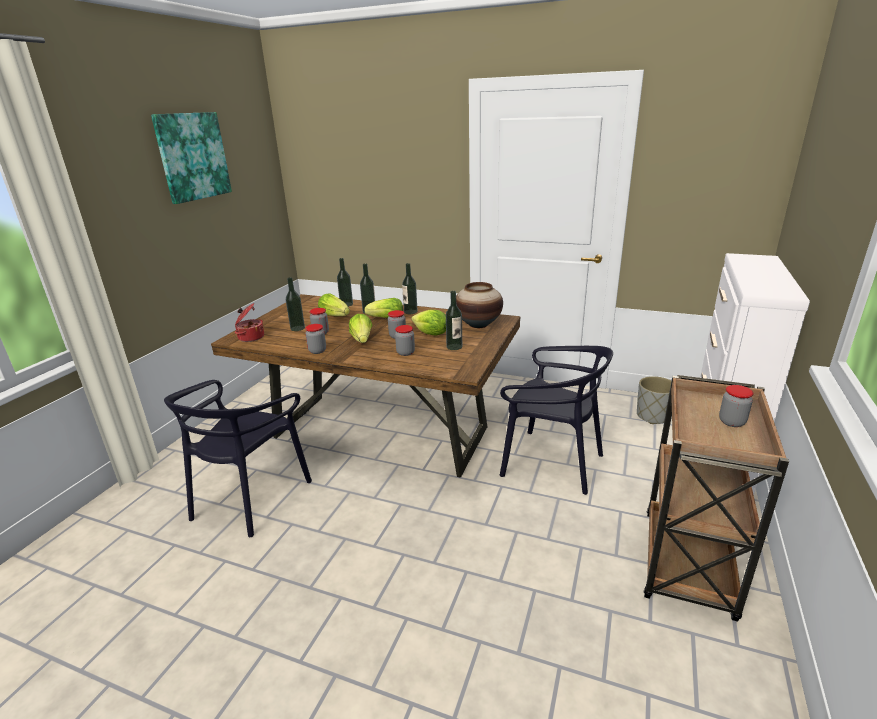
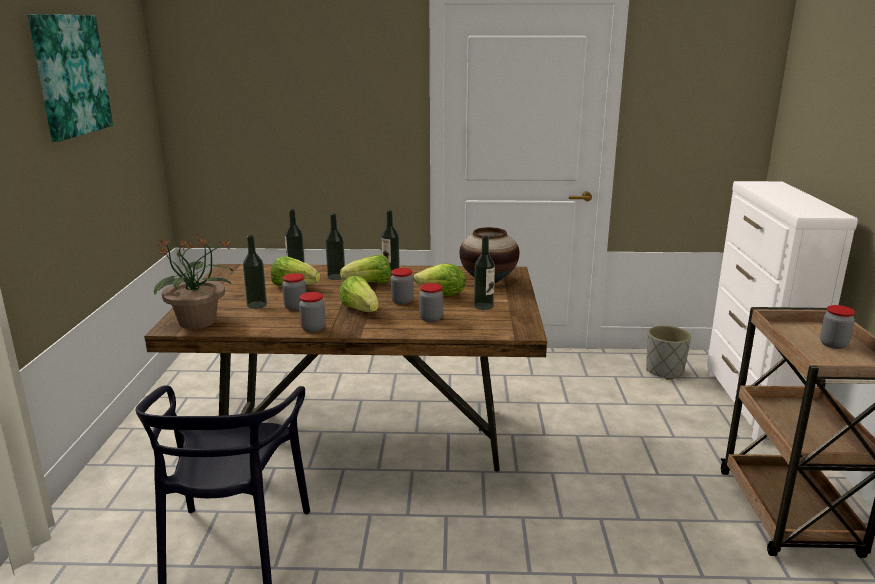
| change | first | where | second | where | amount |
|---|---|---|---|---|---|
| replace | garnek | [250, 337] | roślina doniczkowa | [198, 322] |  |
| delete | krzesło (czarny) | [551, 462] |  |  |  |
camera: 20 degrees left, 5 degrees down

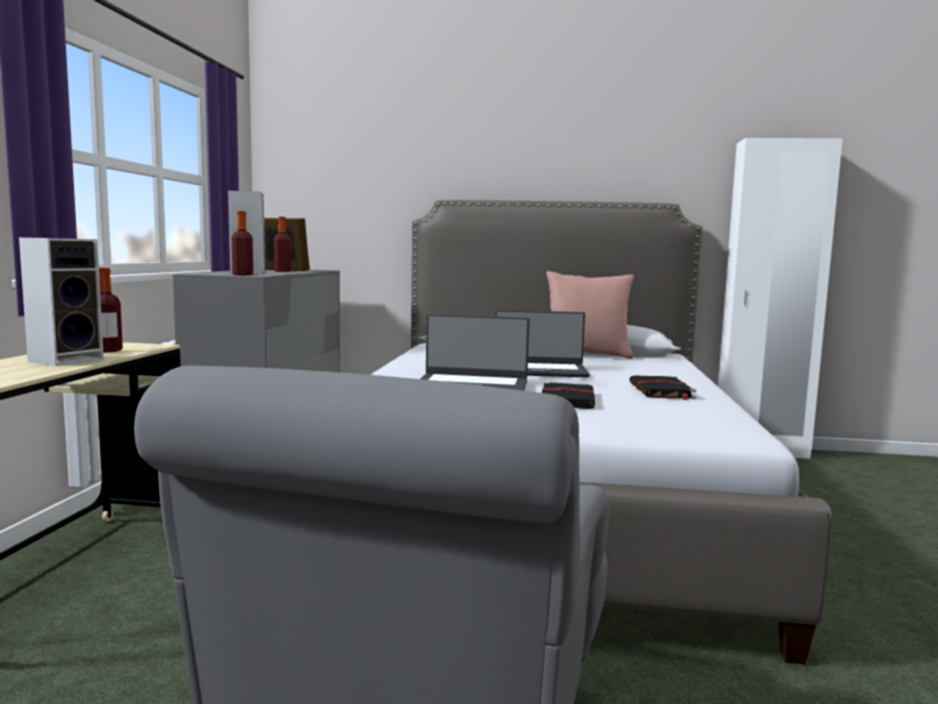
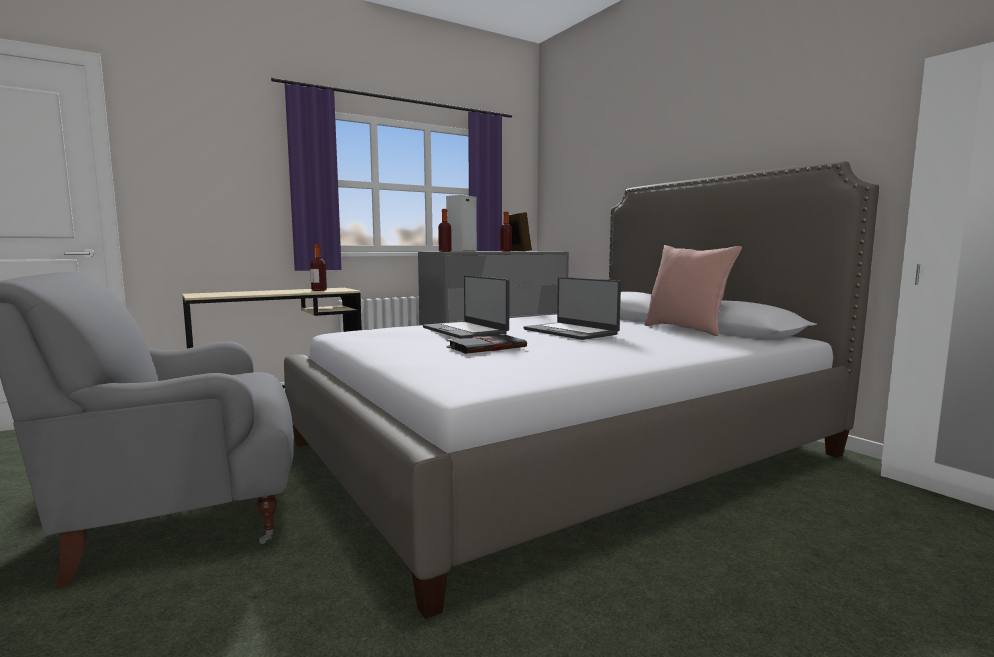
| change | first | where | second | where | amount |
|---|---|---|---|---|---|
| delete | głośnik | [67, 360] |  |  |  |
| delete | książka (czarny) | [661, 391] |  |  |  |
camera: 50 degrees right, 0 degrees up

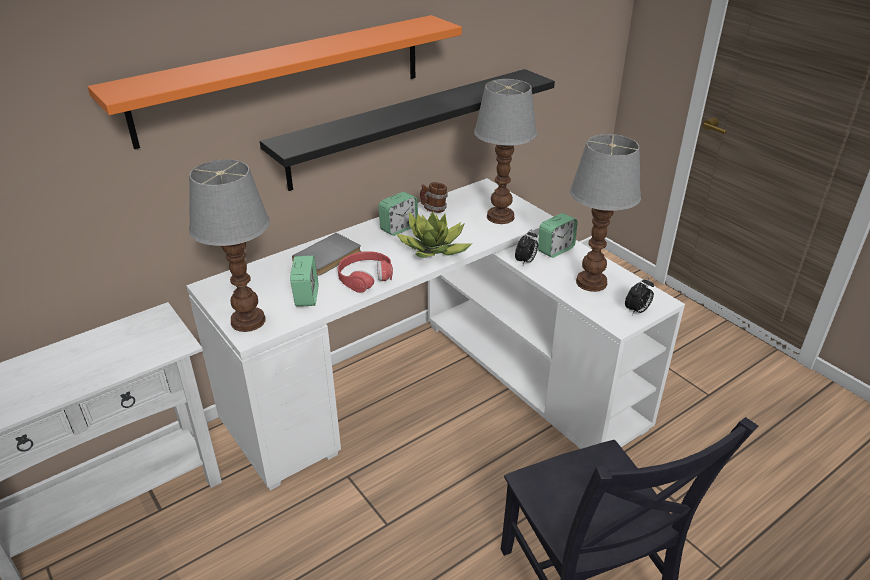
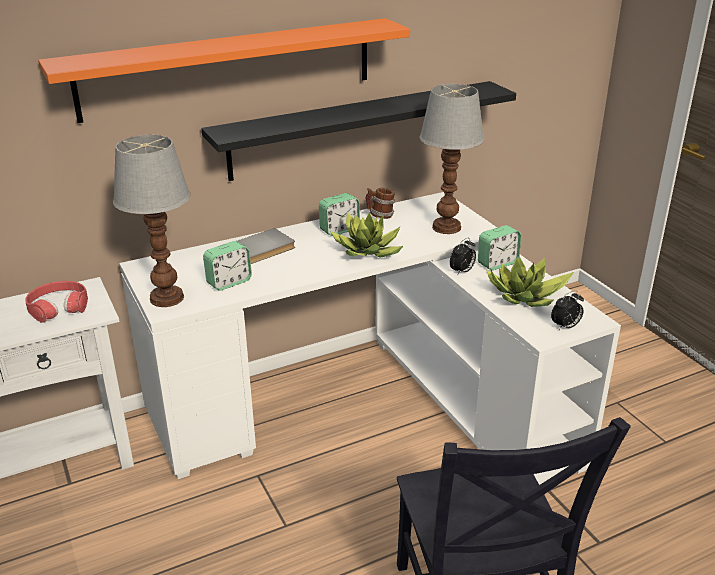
| change | first | where | second | where | amount |
|---|---|---|---|---|---|
| replace | lampa stołowa | [592, 283] | roślina doniczkowa | [526, 297] |  |
| move | słuchawki (czerwony) | [365, 277] |  | [58, 307] |  |
| rotate | budzik | [306, 296] |  | [229, 282] | 45 degrees clockwise |
camera: 10 degrees right, 5 degrees down

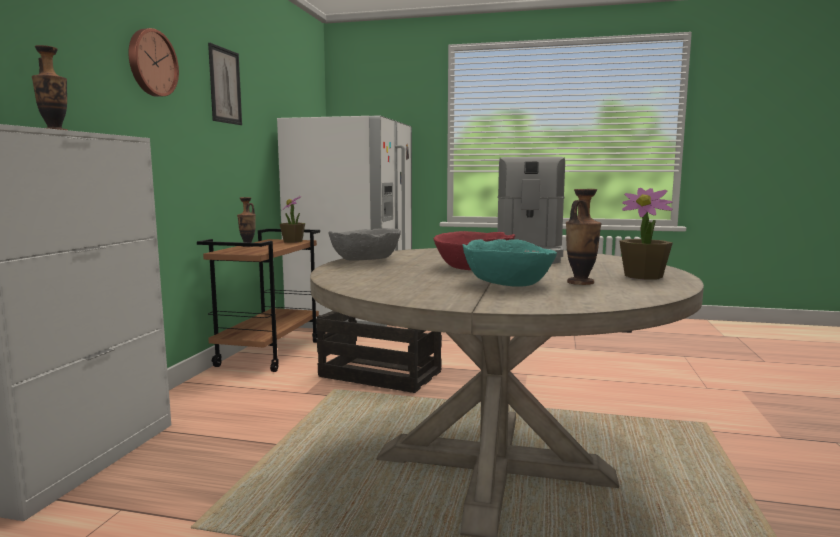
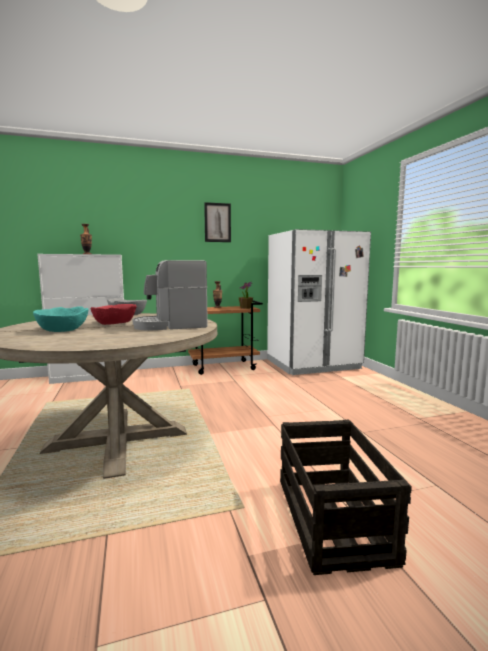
| change | first | where | second | where | amount |
|---|---|---|---|---|---|
| delete | zegar ścienny | [151, 63] |  |  |  |
| delete | roślina doniczkowa | [643, 276] |  |  |  |
| delete | wazon | [580, 282] |  |  |  |
| move | skrzynka | [381, 374] |  | [333, 519] |  |
camera: 60 degrees right, 0 degrees up

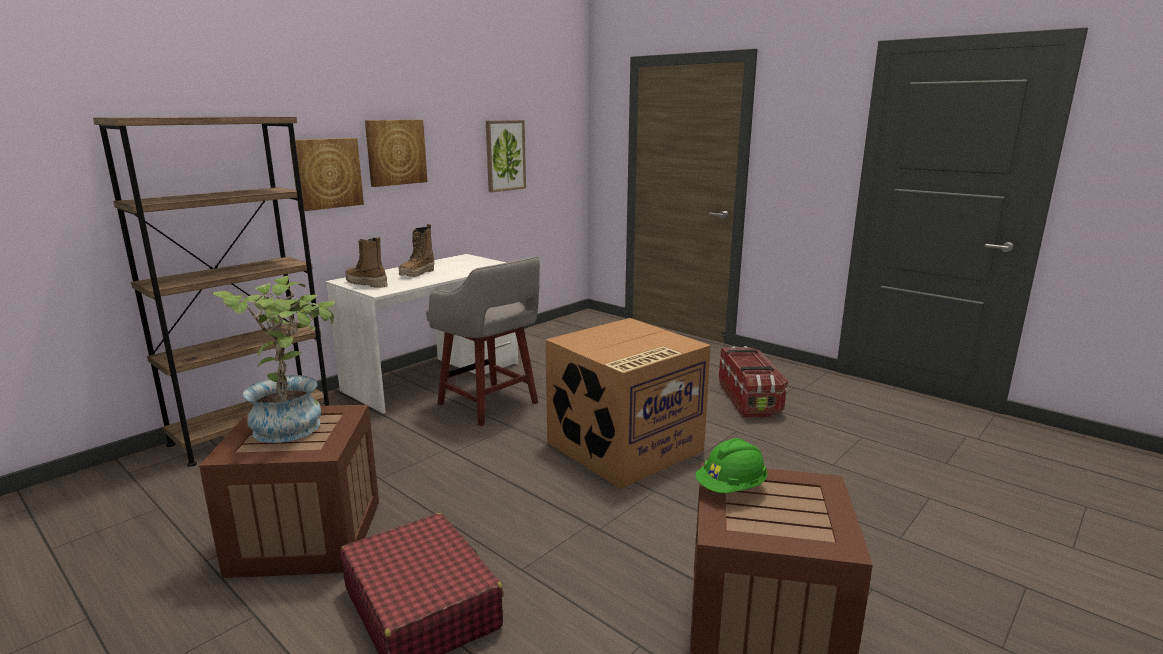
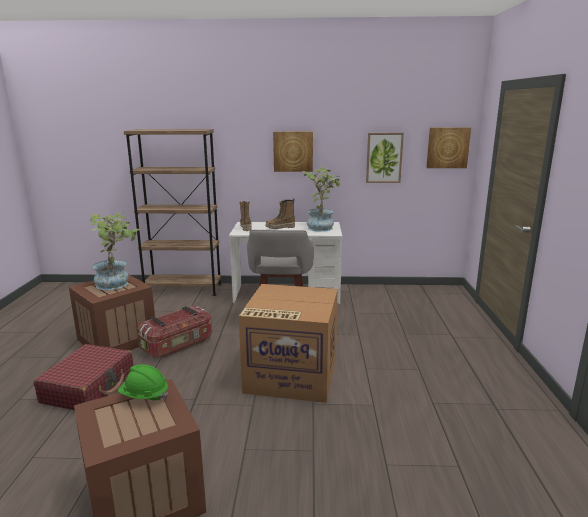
| change | first | where | second | where | amount |
|---|---|---|---|---|---|
| move | obraz | [326, 173] |  | [447, 147] |  |
| move | pojemnik do przechowywania | [749, 399] |  | [178, 345] |  |
| insert |  |  | roślina doniczkowa | [321, 227] |  |
camera: 50 degrees right, 0 degrees up

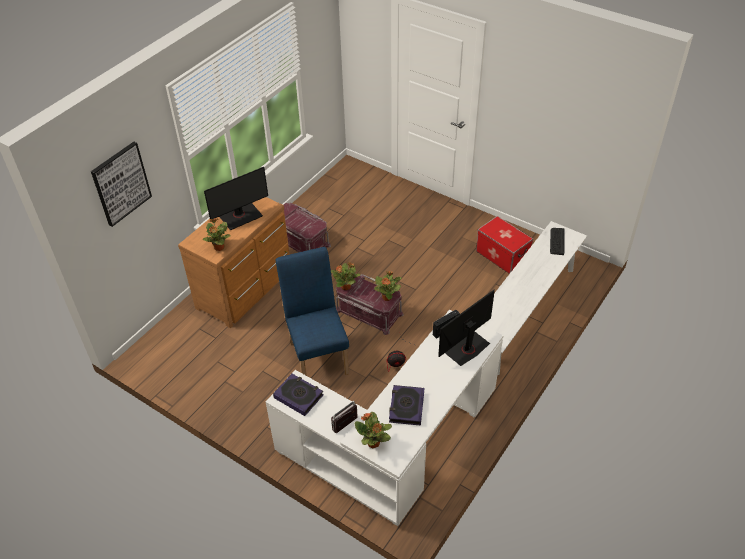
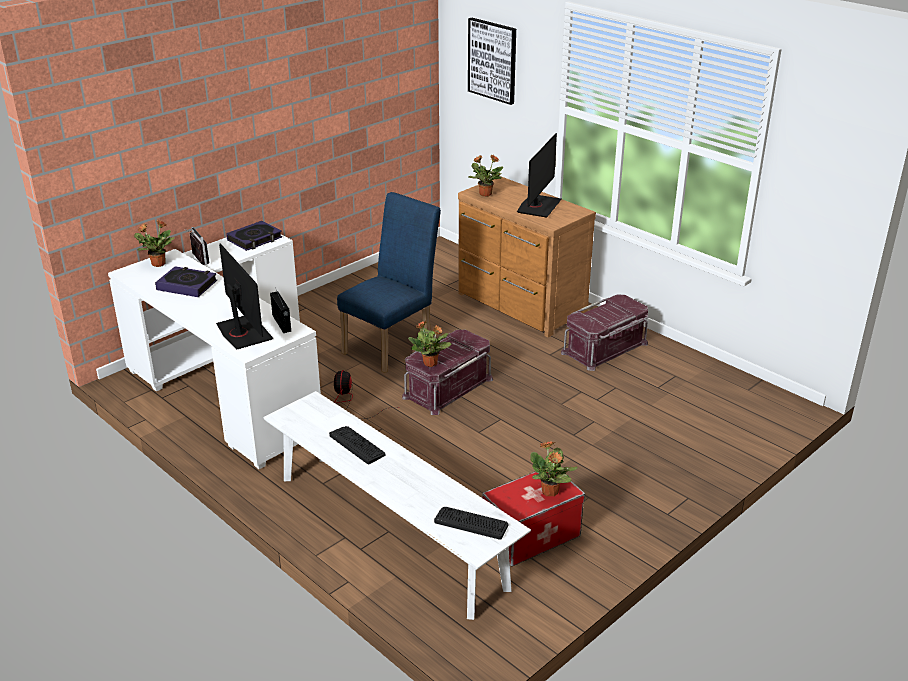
| change | first | where | second | where | amount |
|---|---|---|---|---|---|
| rotate | monitor | [240, 216] |  | [538, 206] | 135 degrees counterclockwise |
| rotate | krzesło (niebieski) | [318, 353] |  | [392, 345] | 45 degrees counterclockwise |
| move | roślina doniczkowa | [346, 287] |  | [550, 492] |  |
| insert |  |  | klawiatura | [357, 445] |  |
camera: 100 degrees right, 15 degrees down

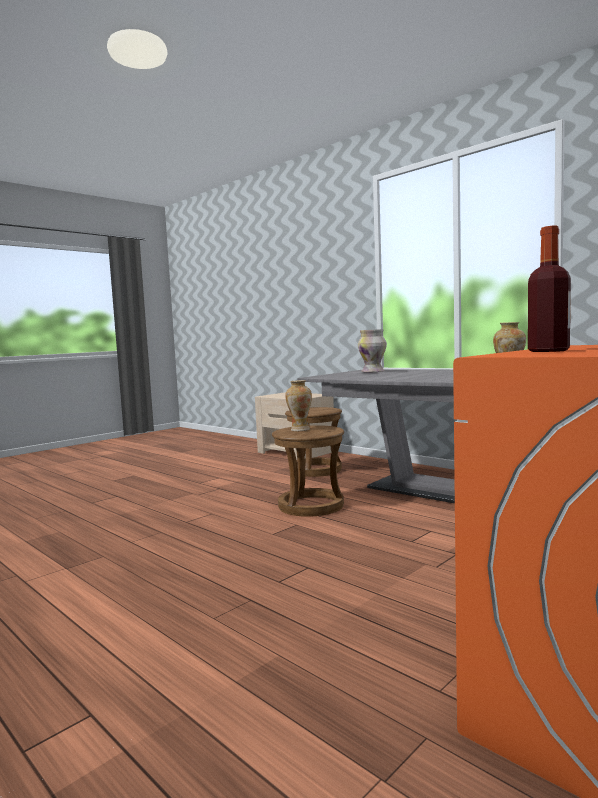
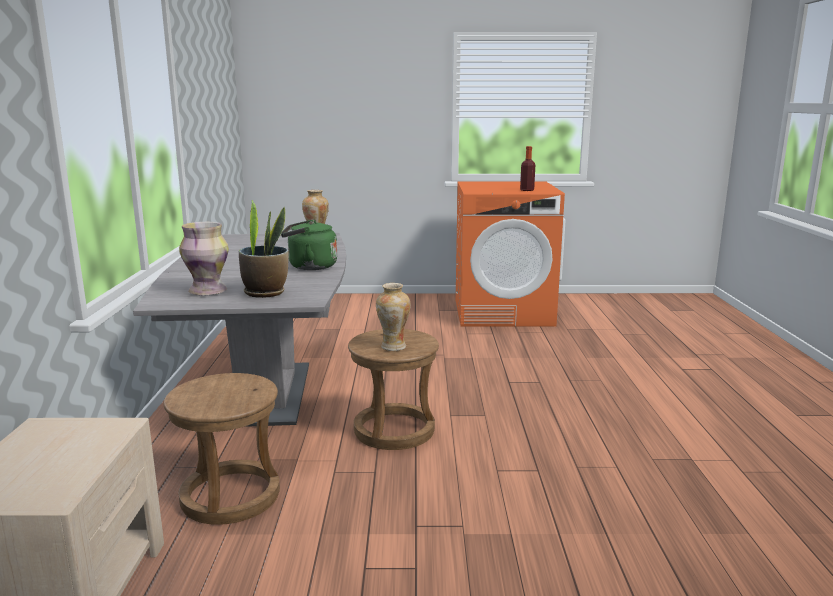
| change | first | where | second | where | amount |
|---|---|---|---|---|---|
| insert |  |  | roślina doniczkowa | [265, 292] |  |
| insert |  |  | czajnik (zielony) | [309, 267] |  |
camera: 135 degrees left, 10 degrees up

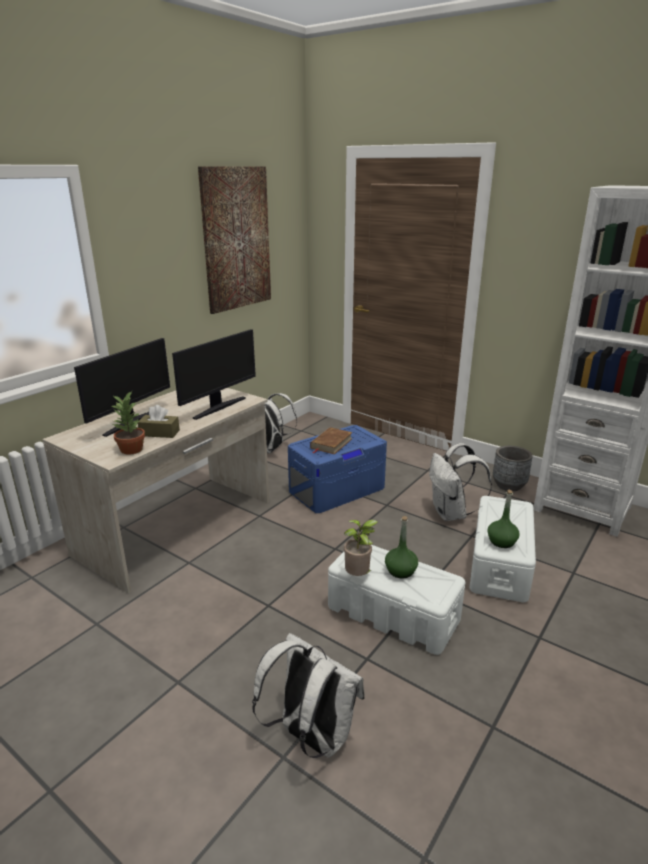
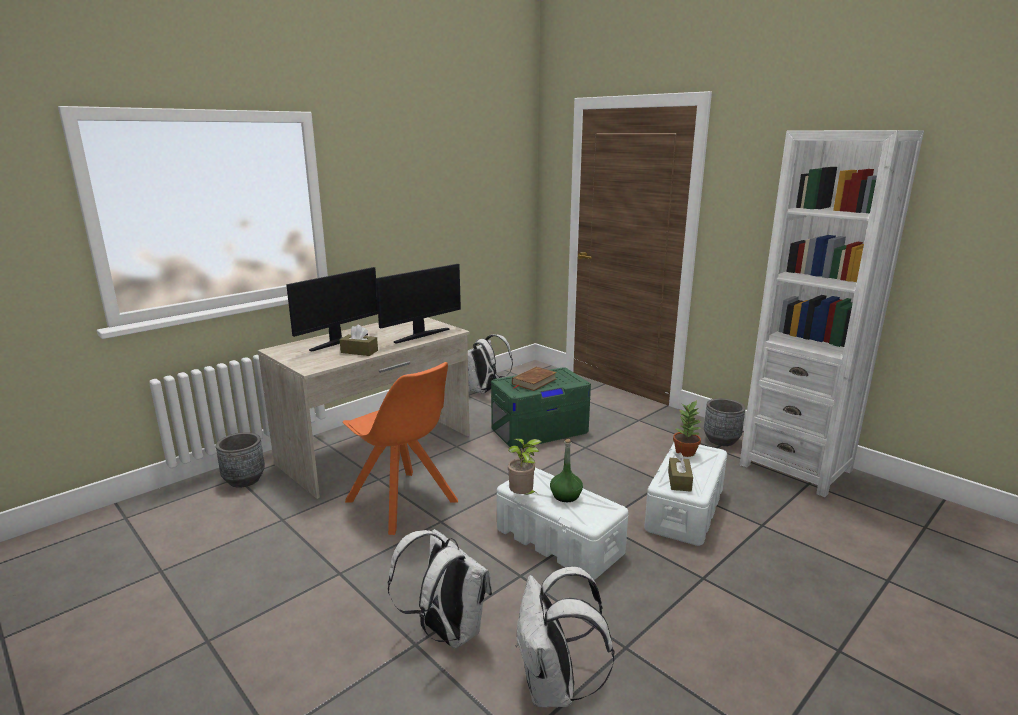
| change | first | where | second | where | amount |
|---|---|---|---|---|---|
| delete | obraz | [236, 239] |  |  |  |
| move | roślina doniczkowa | [132, 449] |  | [686, 452] |  |
| recolor | pojemnik do przechowywania (niebieski) | [337, 489] | pojemnik do przechowywania (zielony) | [539, 430] |  |
| move | plecak (biały) | [451, 514] |  | [554, 687] |  |
| replace | butelka (zielony) | [502, 541] | pudełko chusteczek (brązowy) | [679, 481] |  |
| insert |  |  | krzesło (pomarańczowy) | [403, 503] |  |
| insert |  |  | donica (szary) | [244, 480] |  |
camera: 10 degrees right, 5 degrees down

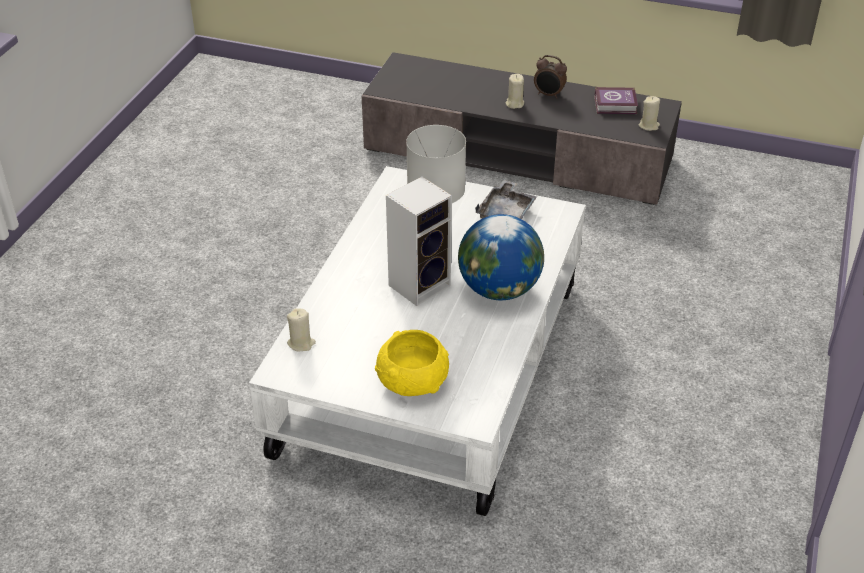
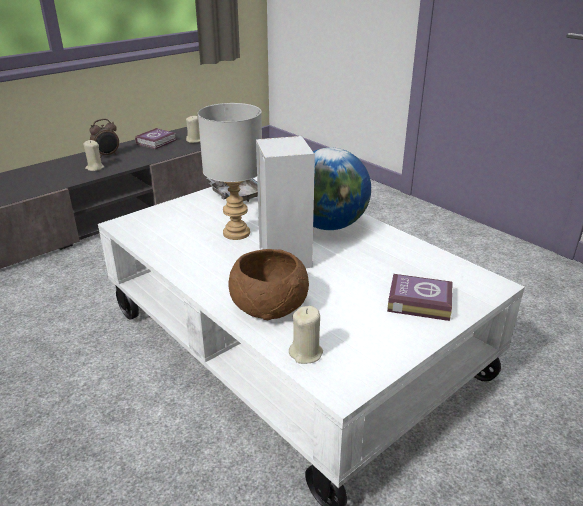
| change | first | where | second | where | amount |
|---|---|---|---|---|---|
| replace | miska (żółty) | [412, 381] | książka | [417, 301] |  |
| insert |  |  | miska (brązowy) | [269, 306] |  |
camera: 60 degrees left, 10 degrees down

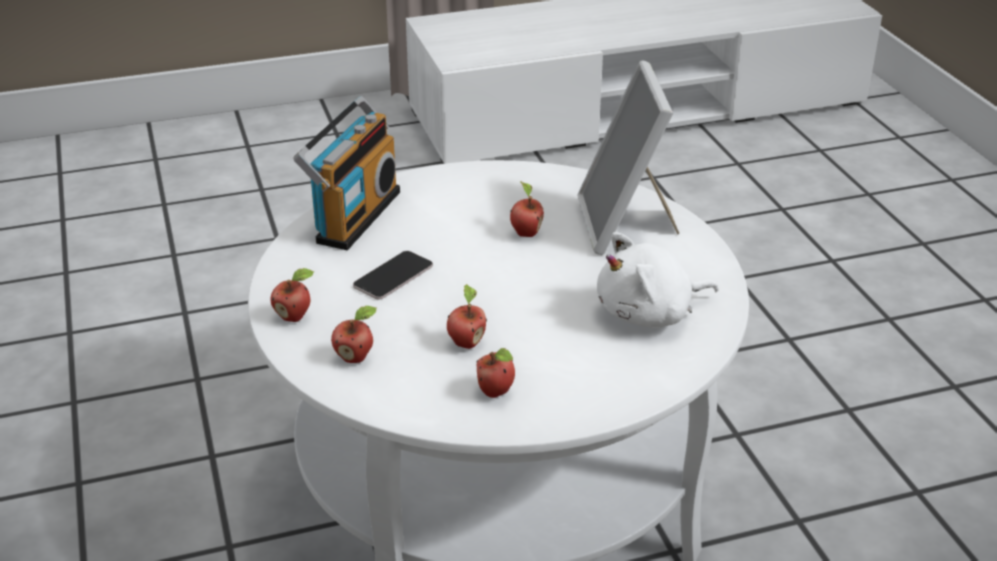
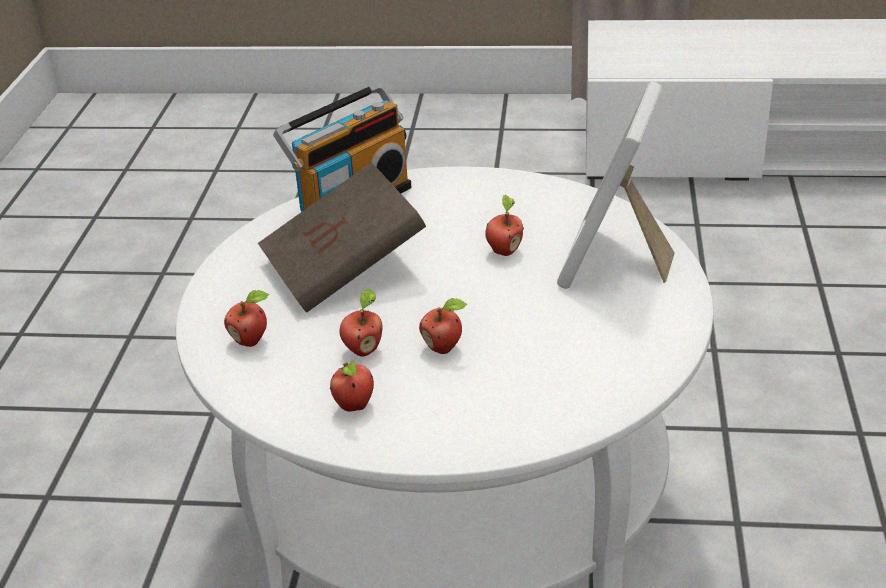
| change | first | where | second | where | amount |
|---|---|---|---|---|---|
| delete | pluszak (biały) | [649, 314] |  |  |  |
| replace | telefon | [393, 276] | książka (brązowy) | [344, 269] |  |
| move | jabłko | [295, 317] |  | [444, 348] |  |
camera: 25 degrees right, 0 degrees up

